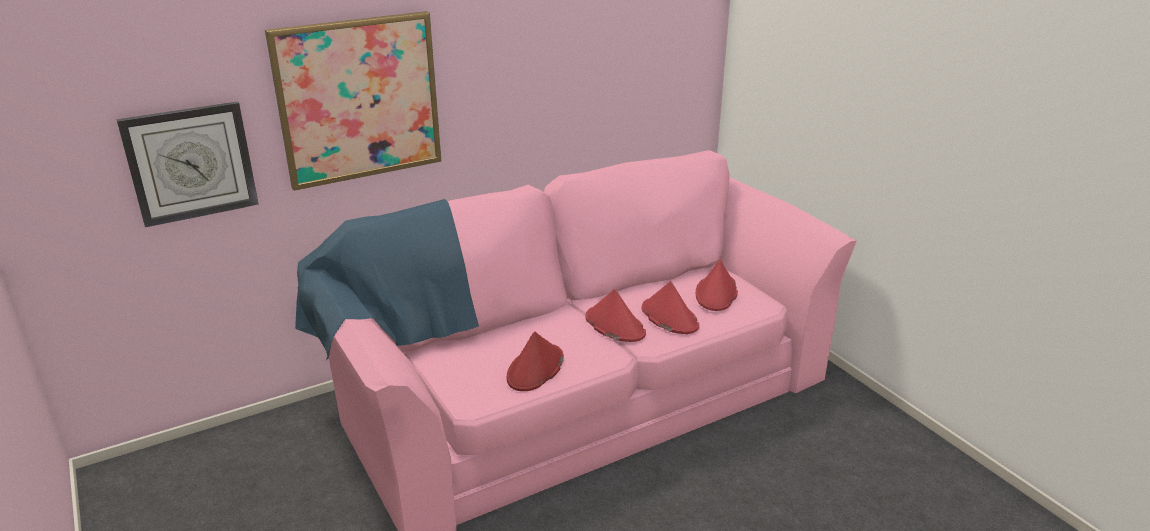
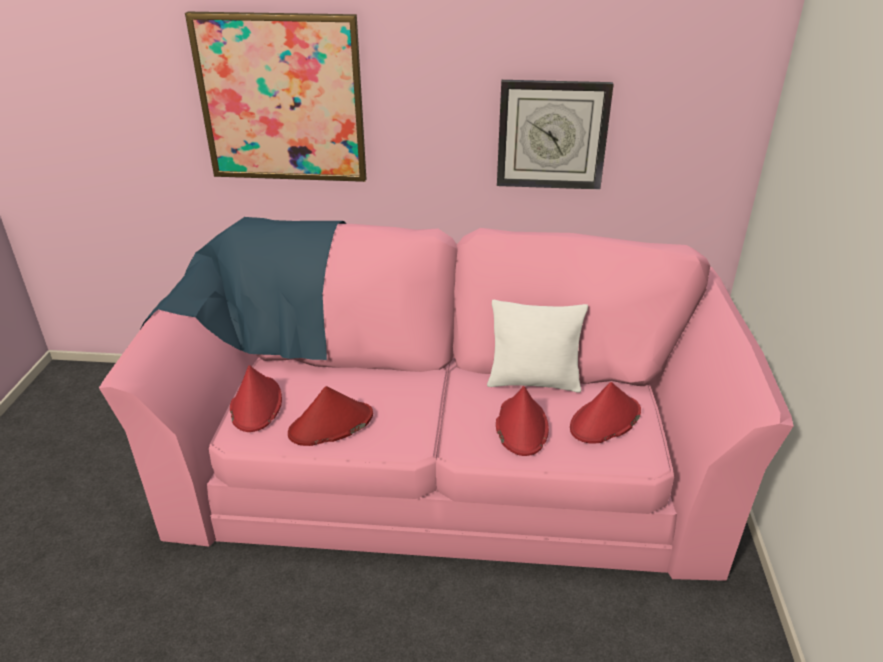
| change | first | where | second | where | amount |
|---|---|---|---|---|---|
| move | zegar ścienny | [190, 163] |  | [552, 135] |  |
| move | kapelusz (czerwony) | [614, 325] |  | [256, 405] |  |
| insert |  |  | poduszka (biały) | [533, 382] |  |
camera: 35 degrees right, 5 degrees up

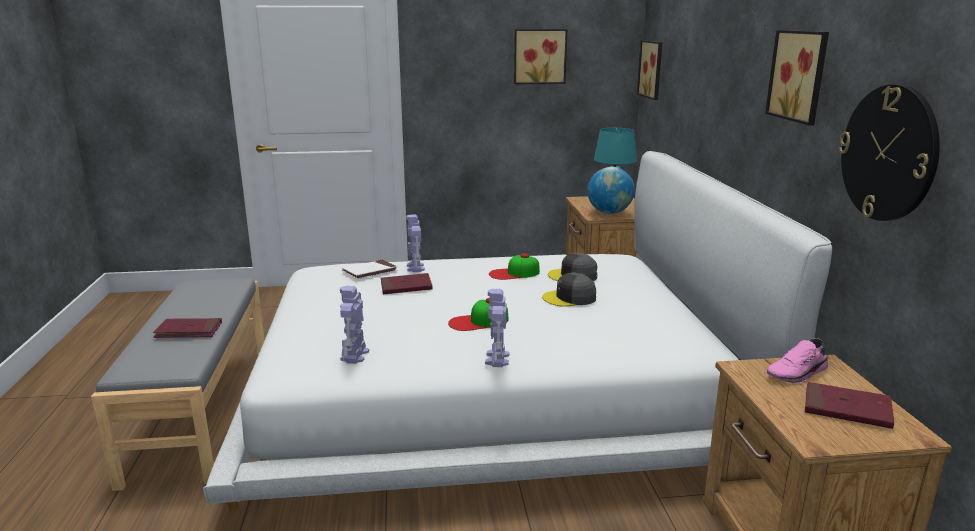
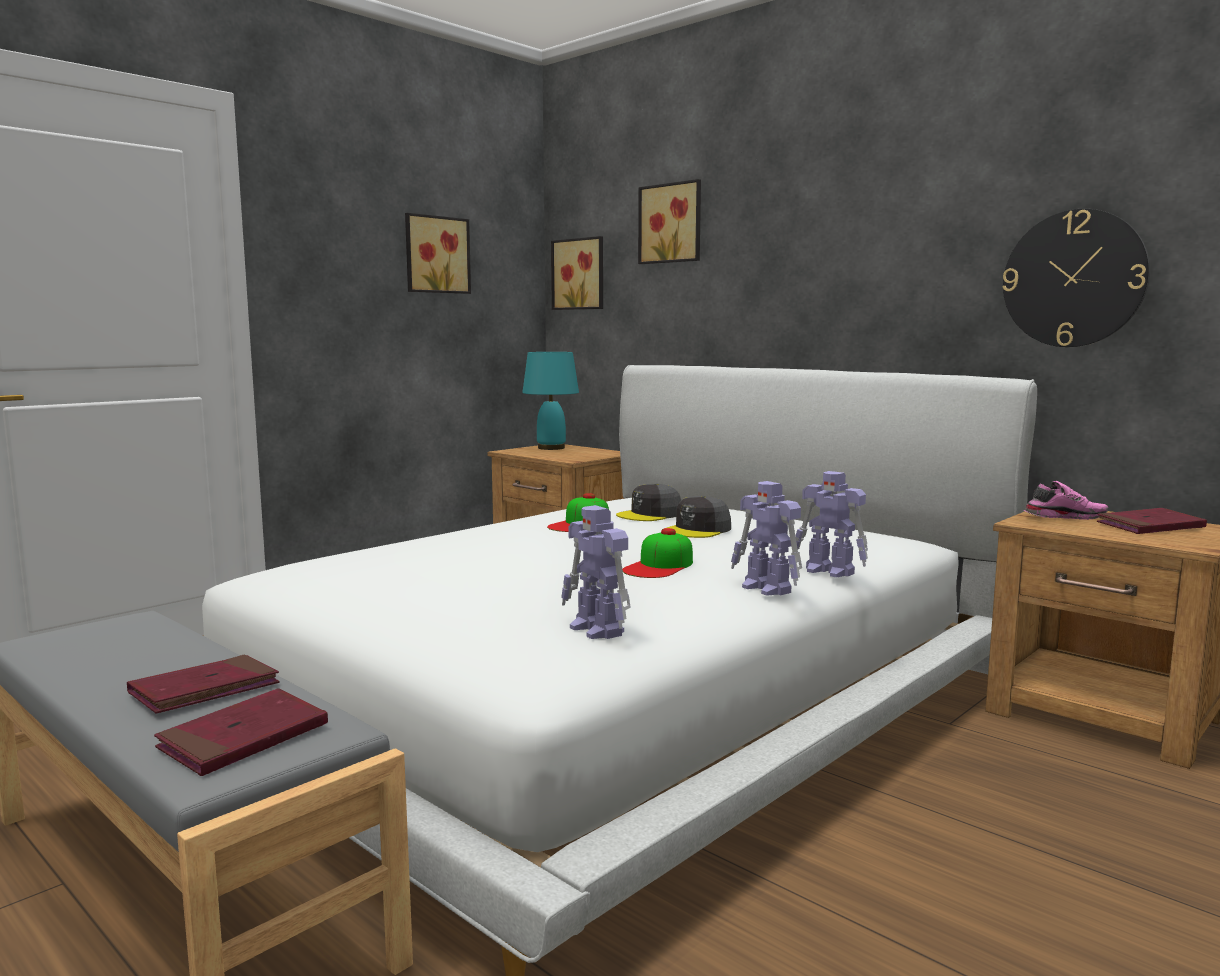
| change | first | where | second | where | amount |
|---|---|---|---|---|---|
| move | obraz | [800, 75] |  | [672, 223] |  |
| delete | globus | [609, 213] |  |  |  |
| move | robot zabawkowy | [415, 268] |  | [830, 571] |  |
| delete | książka (biały) | [370, 272] |  |  |  |
| move | książka (czerwony) | [406, 287] |  | [244, 738] |  |
| rotate | but (różowy) | [798, 374] |  | [1064, 517] | 120 degrees counterclockwise |
camera: 40 degrees left, 10 degrees down

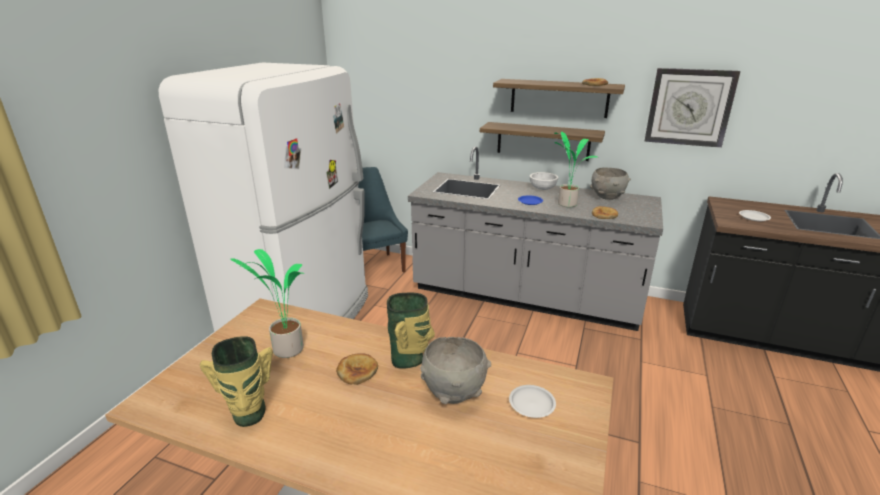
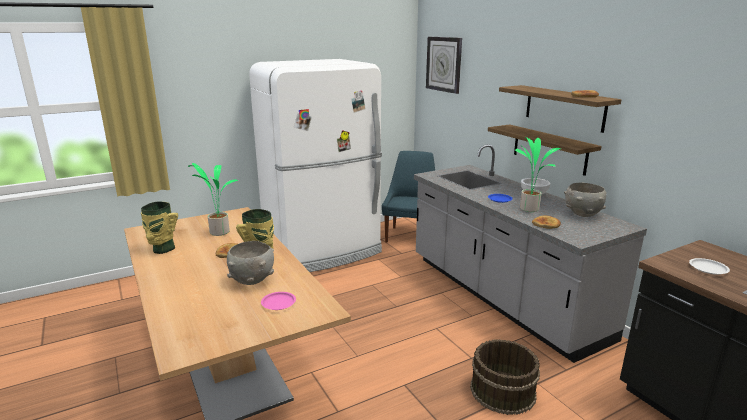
| change | first | where | second | where | amount |
|---|---|---|---|---|---|
| move | zegar ścienny | [689, 107] |  | [444, 64] |  |
| recolor | talerz (biały) | [531, 404] | talerz (różowy) | [278, 303] |  |
| insert |  |  | wiadro (brązowy) | [502, 391] |  |
camera: 40 degrees right, 5 degrees down

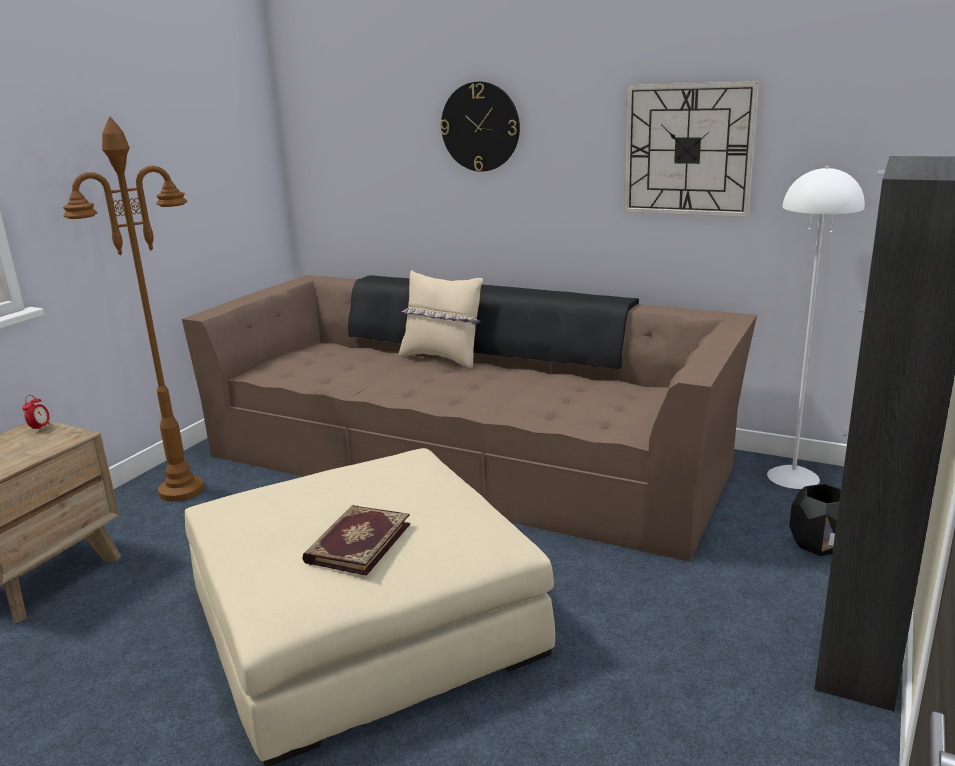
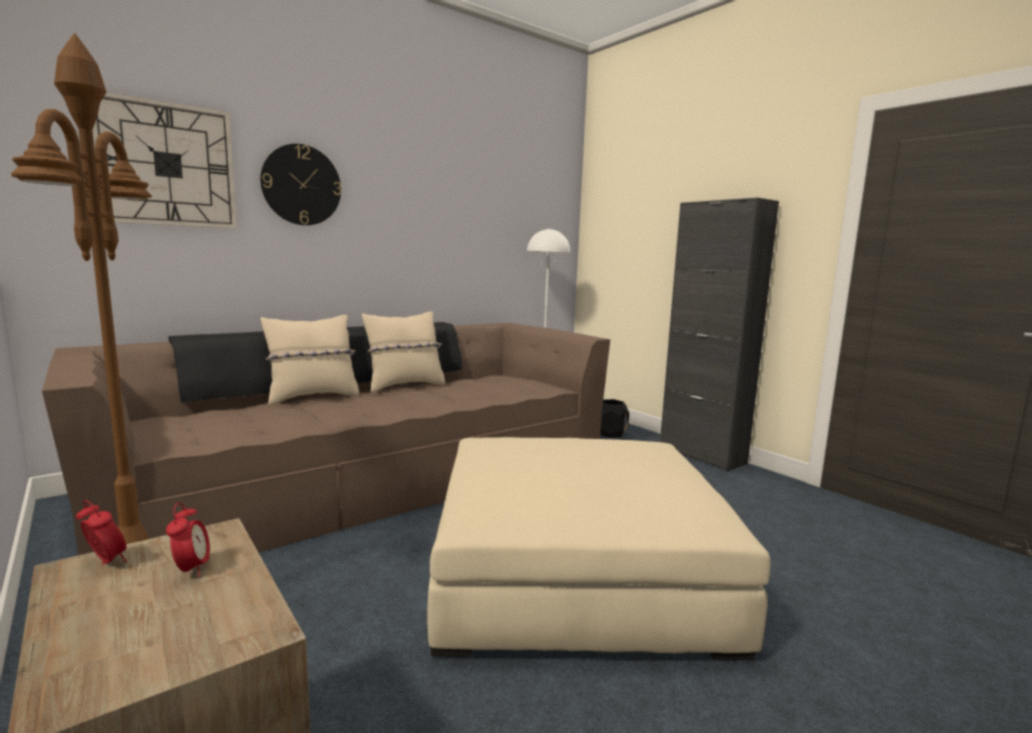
| change | first | where | second | where | amount |
|---|---|---|---|---|---|
| move | zegar ścienny | [688, 150] |  | [167, 165] |  |
| delete | książka | [357, 542] |  |  |  |
| insert |  |  | poduszka (beżowy) | [405, 386] |  |
| insert |  |  | budzik | [192, 569] |  |
camera: 65 degrees left, 10 degrees down

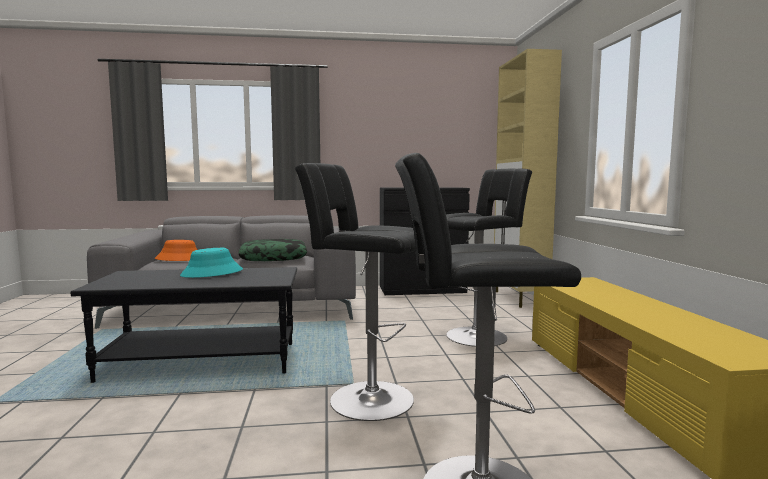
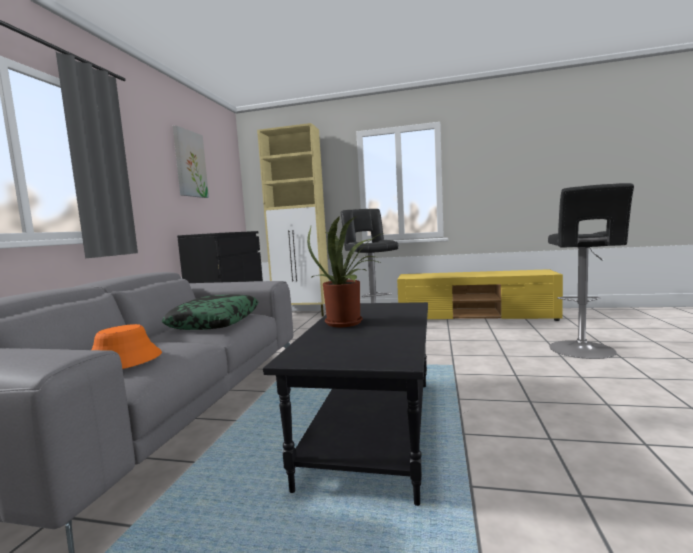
| change | first | where | second | where | amount |
|---|---|---|---|---|---|
| delete | stołek (czarny) | [365, 398] |  |  |  |
| replace | kapelusz (turkusowy) | [212, 273] | roślina doniczkowa | [348, 322] |  |
| insert |  |  | obraz | [190, 164] |  |
camera: 70 degrees left, 0 degrees up

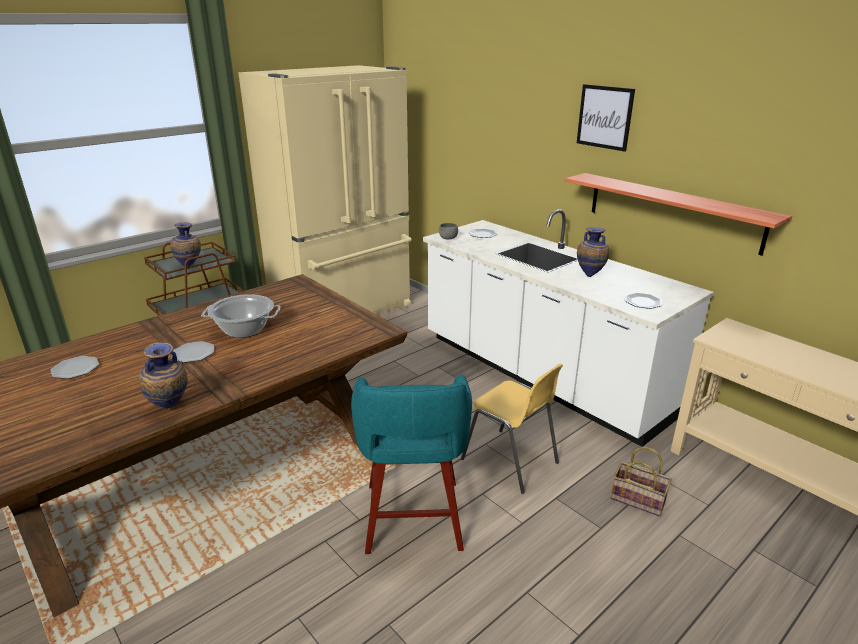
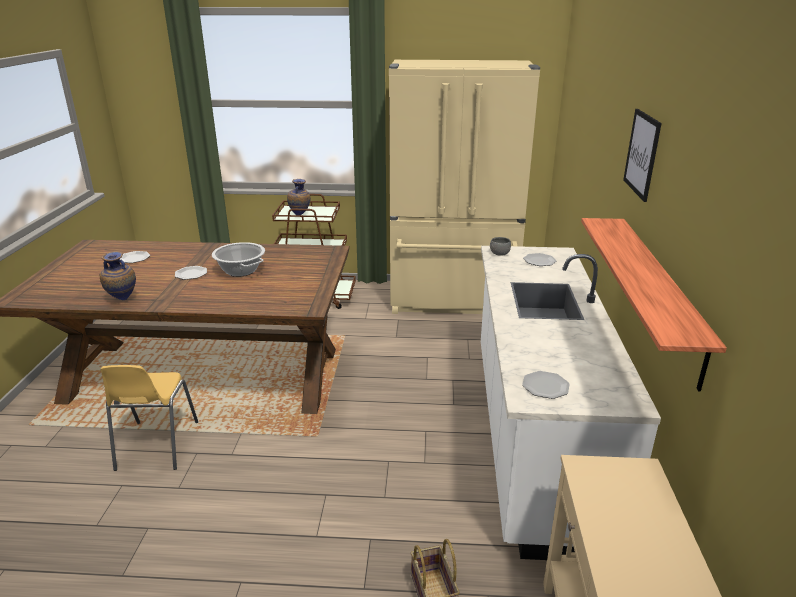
| change | first | where | second | where | amount |
|---|---|---|---|---|---|
| delete | wazon | [590, 275] |  |  |  |
| move | krzesło (żółty) | [510, 461] |  | [156, 446] |  |
| delete | stołek (turkusowy) | [413, 519] |  |  |  |
camera: 45 degrees right, 0 degrees up

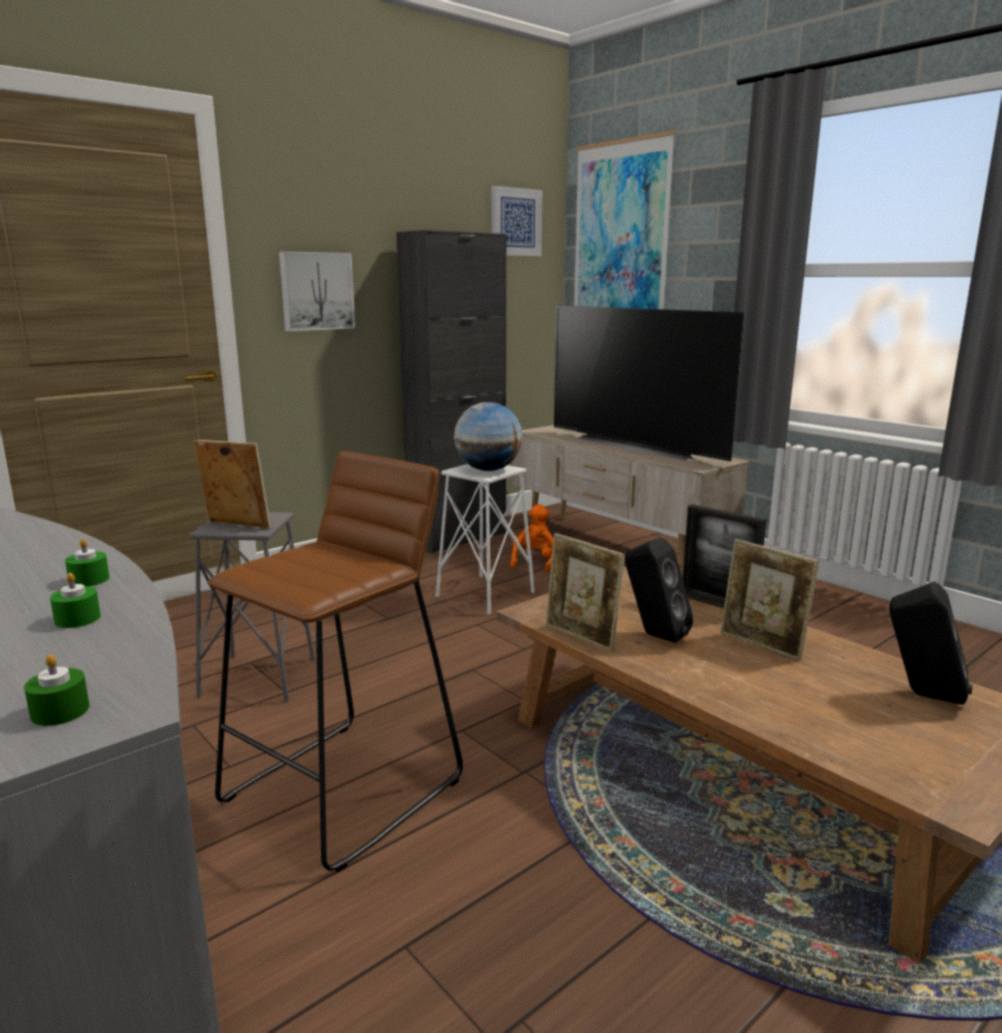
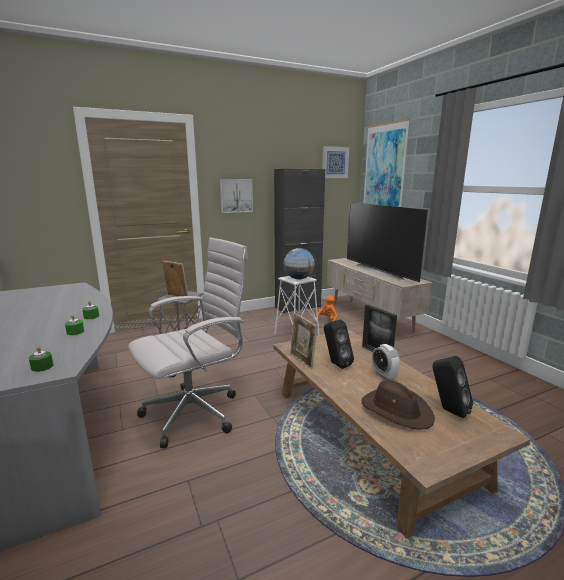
| change | first | where | second | where | amount |
|---|---|---|---|---|---|
| replace | stołek (brązowy) | [345, 789] | krzesło biurowe (biały) | [196, 412] |  |
| replace | ramka na zdjęcie | [762, 645] | budzik | [384, 375] |  |
| insert |  |  | kapelusz (brązowy) | [396, 410] |  |
camera: 15 degrees right, 0 degrees up

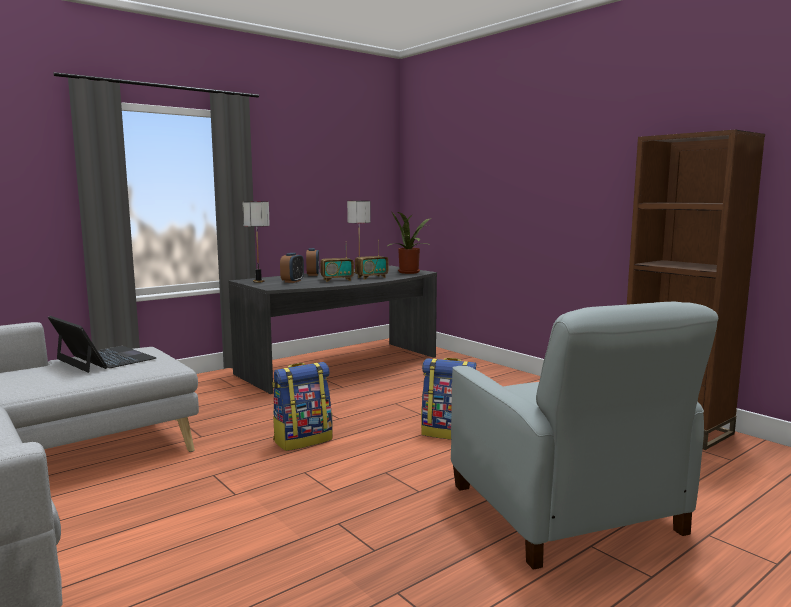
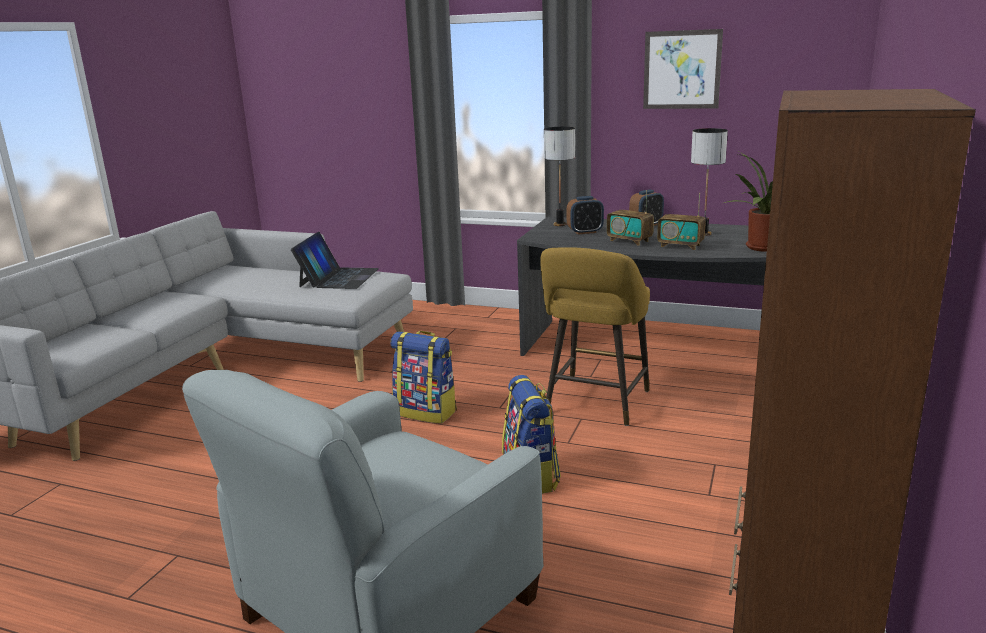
| change | first | where | second | where | amount |
|---|---|---|---|---|---|
| insert |  |  | obraz | [682, 70] |  |
| insert |  |  | stołek (żółty) | [595, 404] |  |
camera: 60 degrees right, 10 degrees up

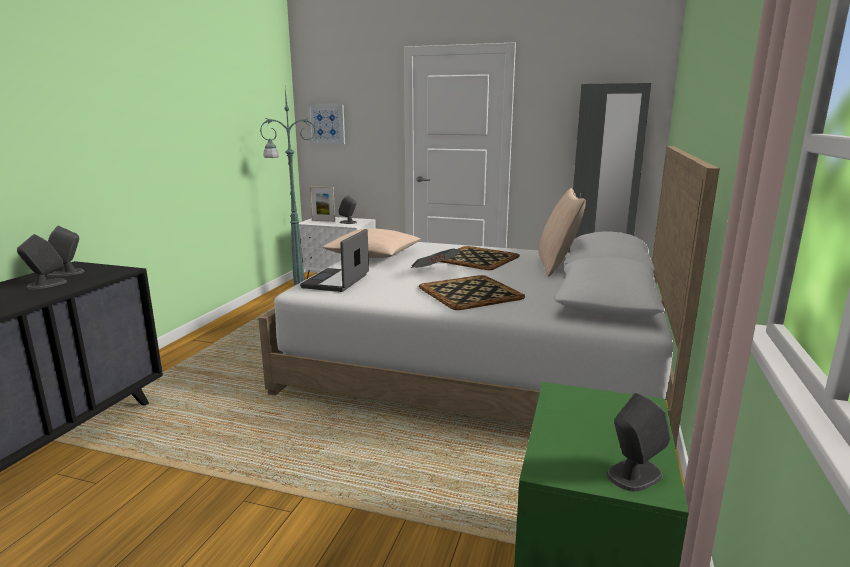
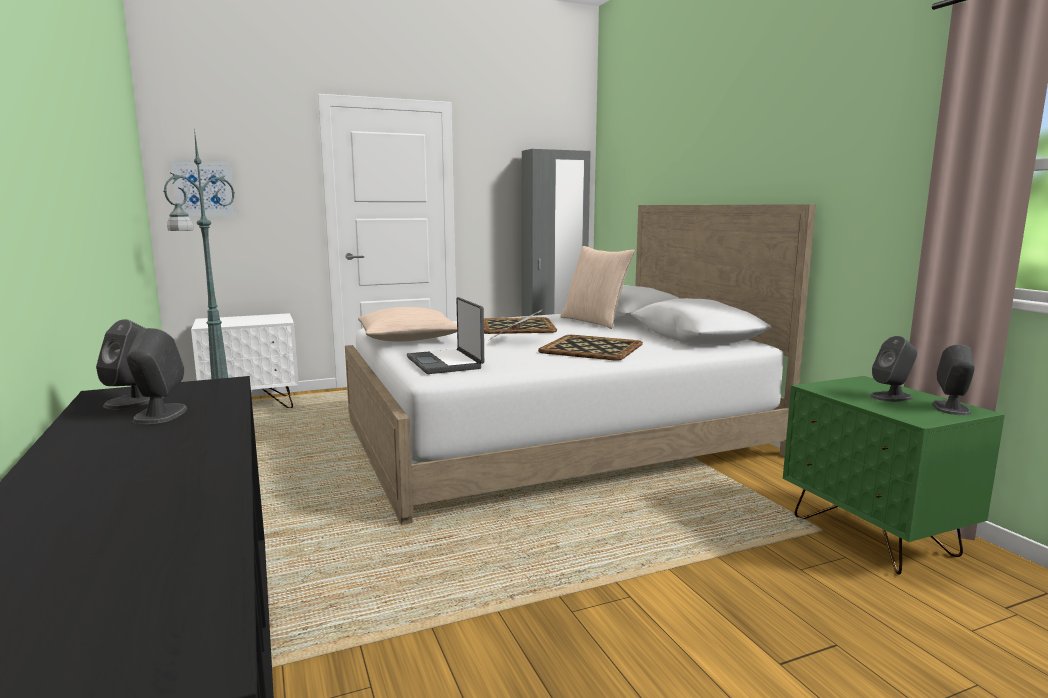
| change | first | where | second | where | amount |
|---|---|---|---|---|---|
| delete | ramka na zdjęcie | [323, 221] |  |  |  |
| move | głośnik (szary) | [348, 222] |  | [891, 397] |  |
camera: 40 degrees left, 5 degrees down

